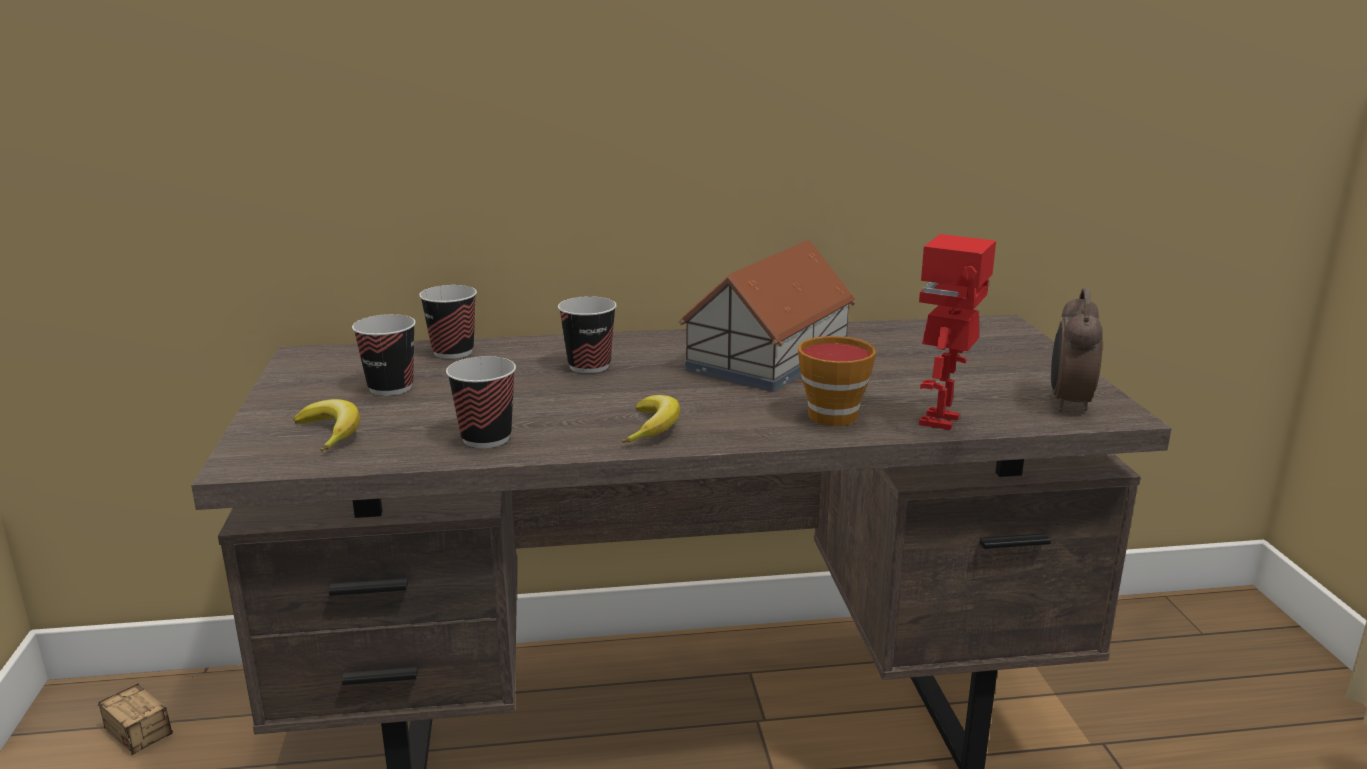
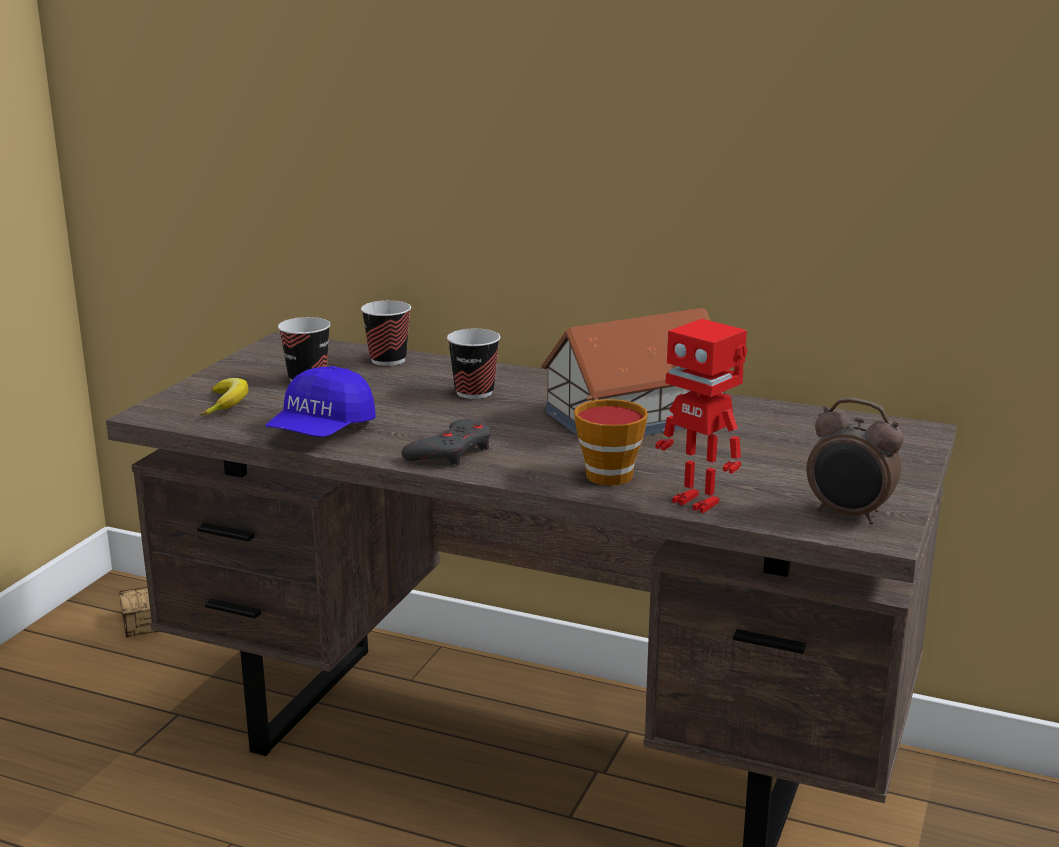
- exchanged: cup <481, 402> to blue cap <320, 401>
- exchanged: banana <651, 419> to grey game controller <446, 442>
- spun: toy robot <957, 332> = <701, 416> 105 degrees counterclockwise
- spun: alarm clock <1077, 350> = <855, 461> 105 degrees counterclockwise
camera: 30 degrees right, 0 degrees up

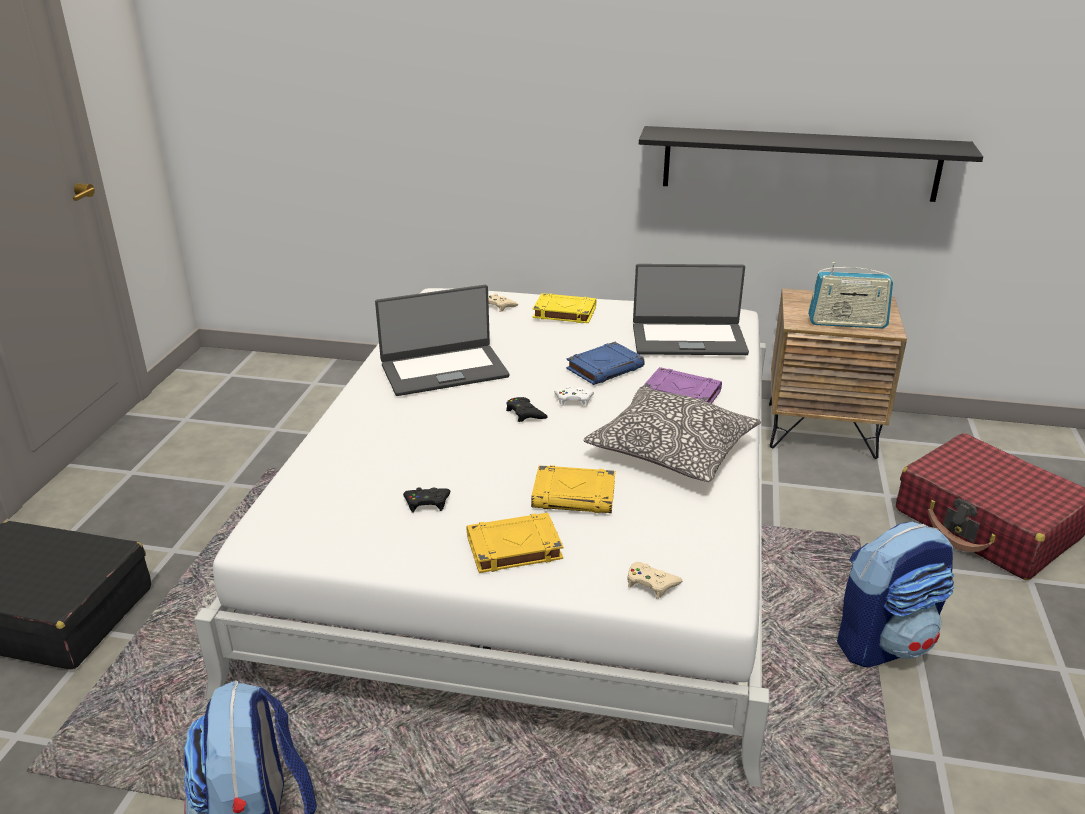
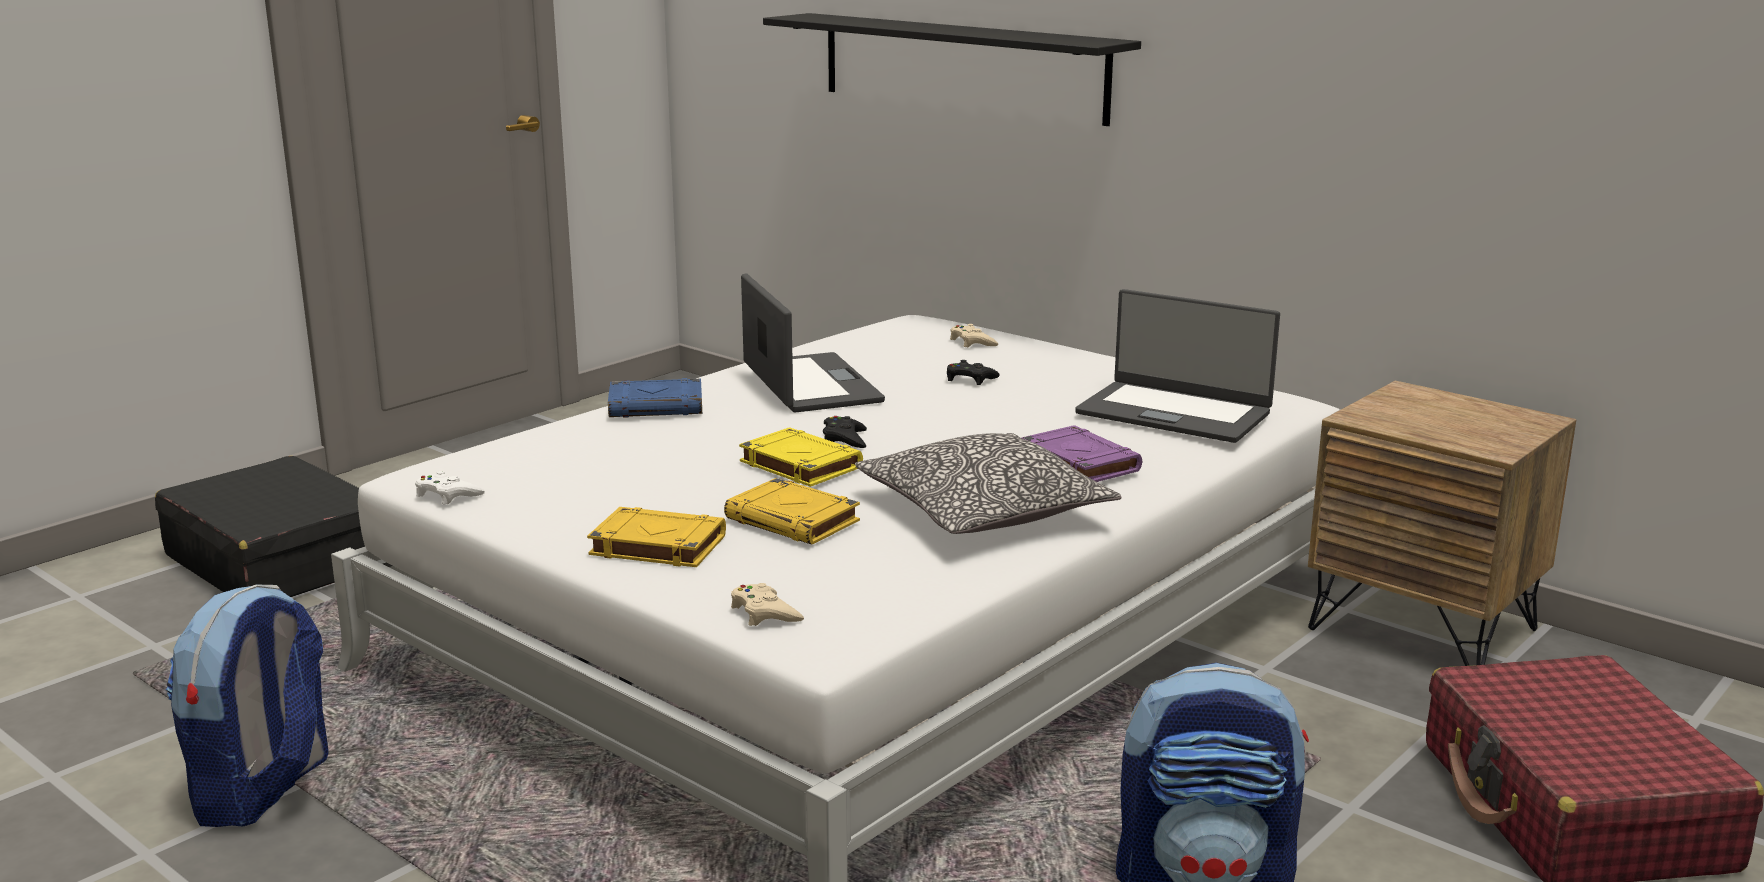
- missing: radio <850, 295>
- relocated: black game controller <426, 500> to <973, 372>
- relocated: yellow book <564, 308> to <801, 457>
- relocated: white game controller <574, 396> to <450, 487>
- relocated: blue book <605, 363> to <655, 398>
- relocated: black shelf <811, 164> to <952, 69>
- spun: laptop <442, 340> = <813, 343> 120 degrees counterclockwise
camera: 30 degrees right, 10 degrees down

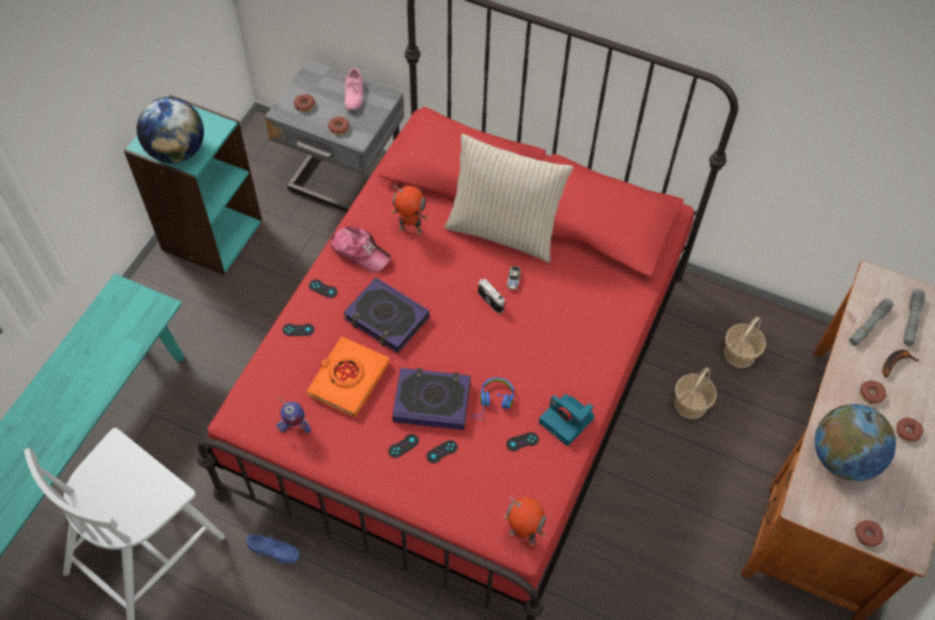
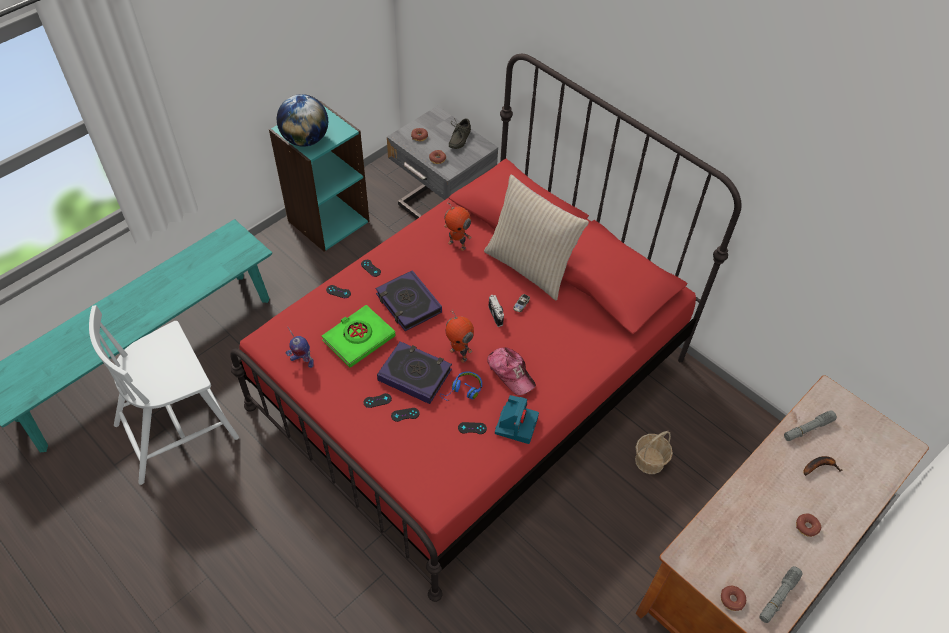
- missing: blue shoe <273, 548>
- missing: basket <744, 342>
- missing: globe <855, 442>
- missing: donut <873, 392>
- relocated: cap <360, 249> to <511, 371>
- relocated: toy robot <525, 520> to <460, 336>
- relocated: grey flashlight <914, 317> to <781, 594>
- colour: orange book <348, 377> to green book <358, 336>
- colour: pink shoe <351, 89> to grey shoe <460, 133>
- spun: photo camera <566, 420> = <517, 419> 135 degrees counterclockwise
camera: 20 degrees right, 5 degrees down

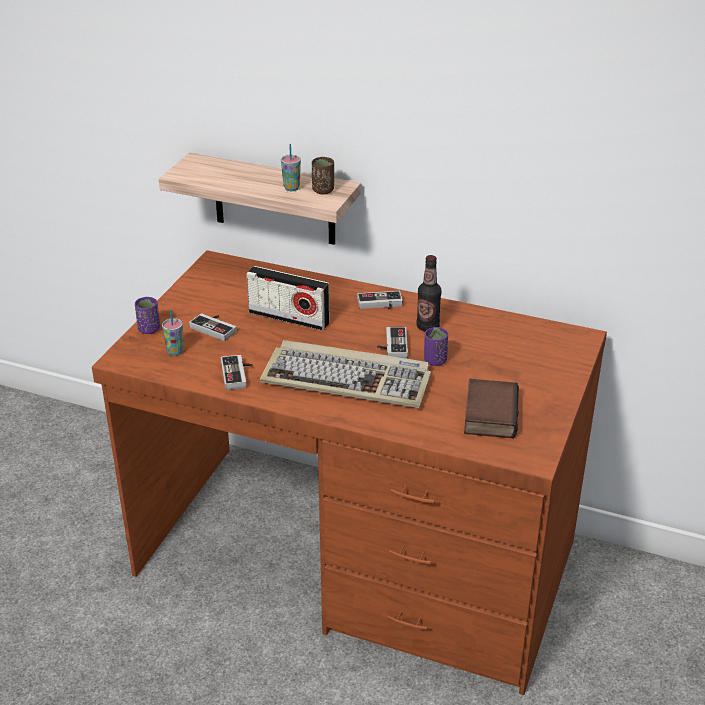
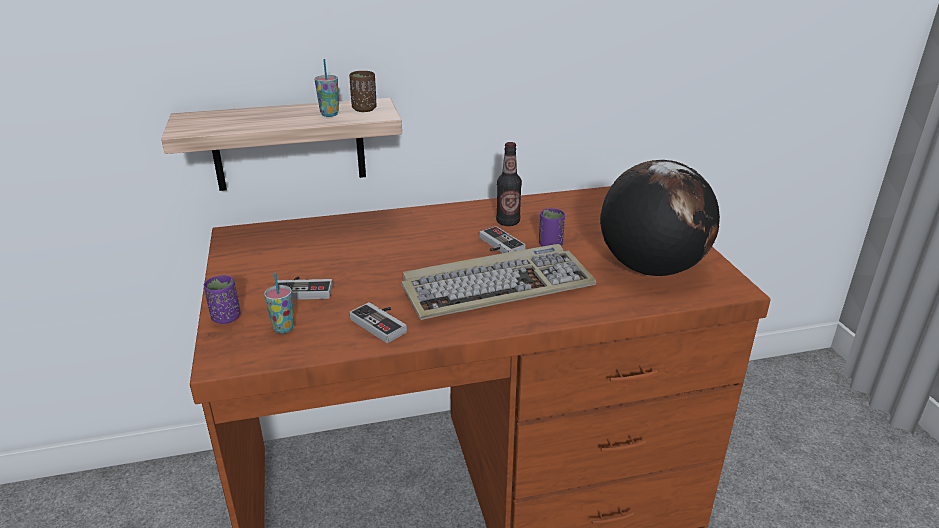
- missing: radio <288, 298>
- missing: game controller <380, 300>
- exchanged: book <491, 408> to globe <660, 218>
camera: 35 degrees left, 5 degrees down

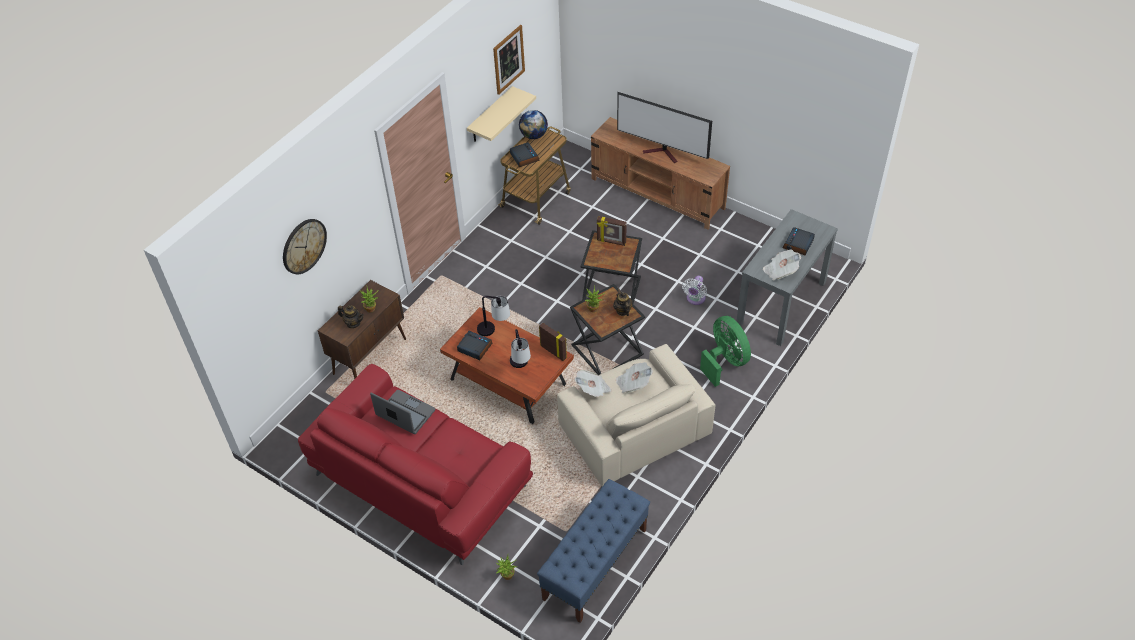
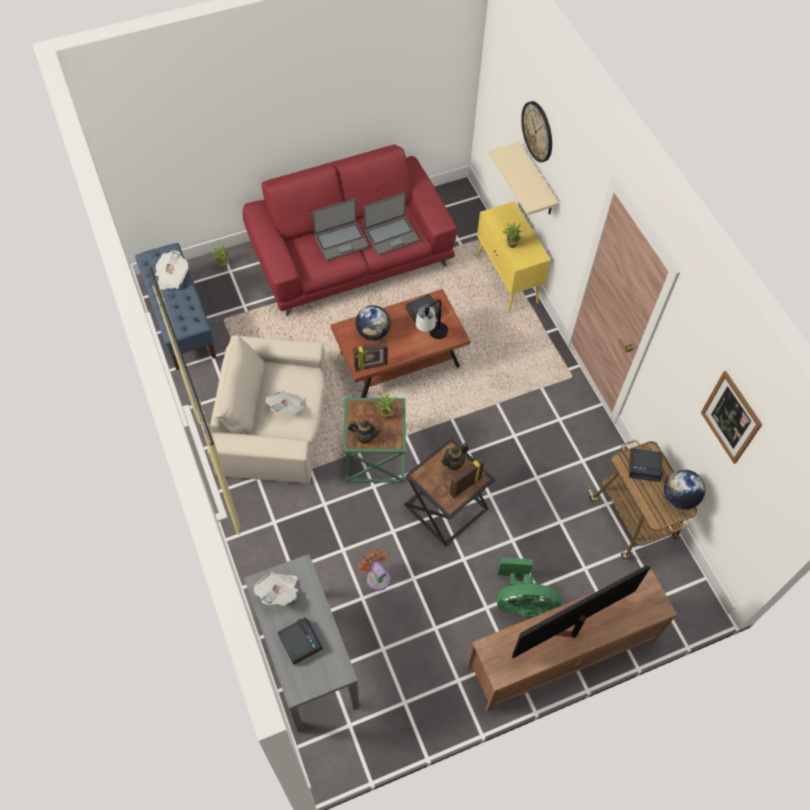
- appeared: laptop <340, 229>
- relocated: teapot <351, 316> to <455, 456>
- relocated: beige shelf <501, 114> to <524, 178>
- relocated: newspaper <593, 383> to <171, 270>
- relocated: green fan <725, 351> to <529, 587>
- exchanged: table lamp <520, 348> to globe <373, 323>
- colour: brown cabinet <362, 329> to yellow cabinet <514, 257>
- colour: black side table <607, 329> to green side table <374, 440>
- colour: white fan <694, 290> to orange fan <374, 570>
camera: 120 degrees right, 10 degrees up

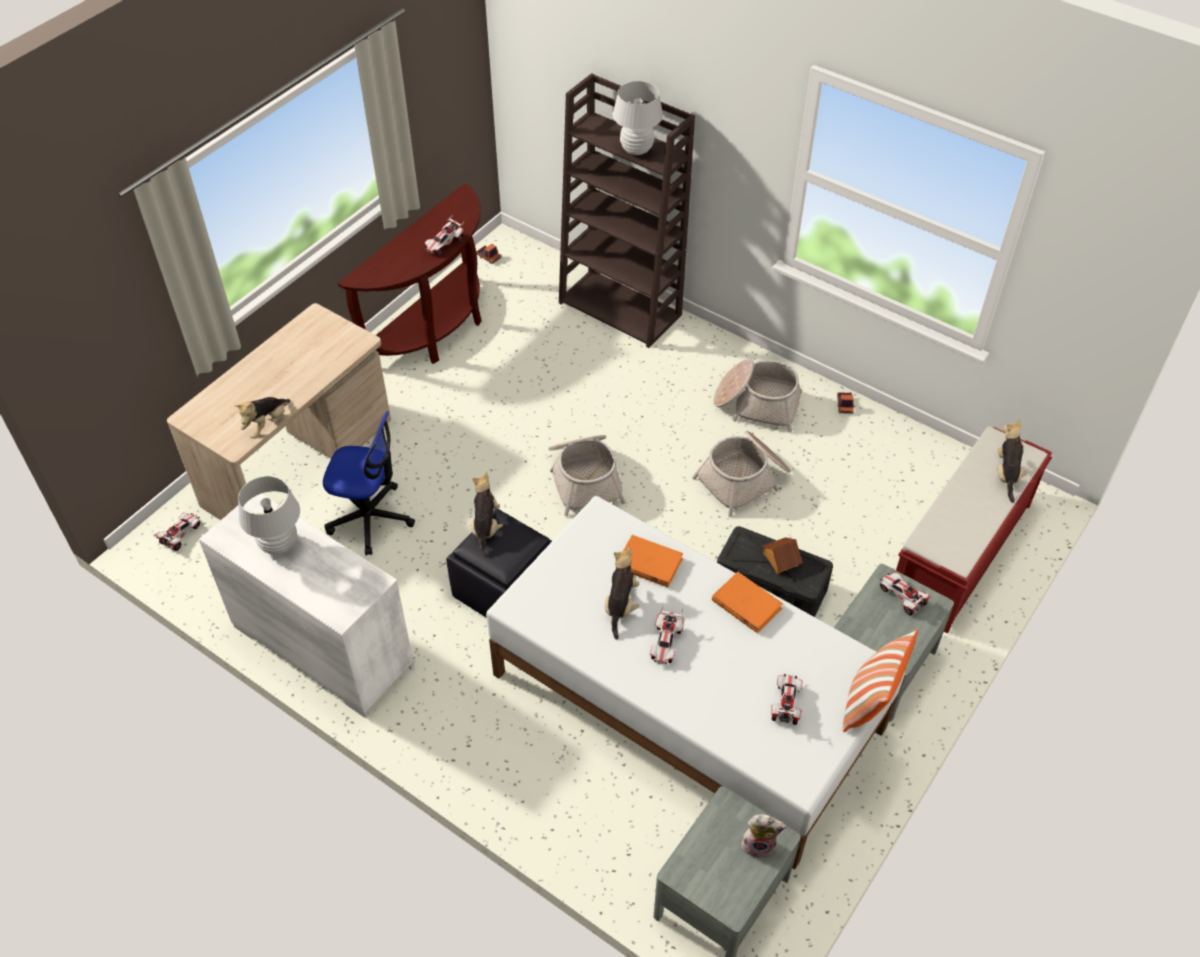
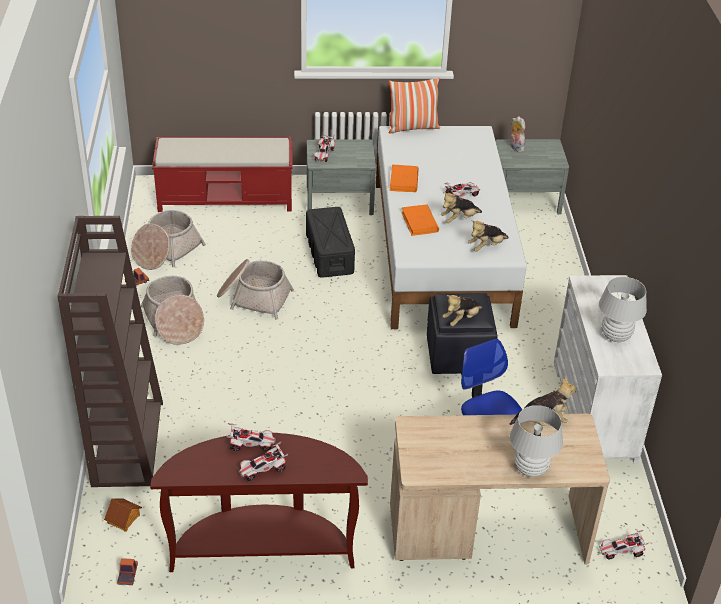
- relocated: basket <587, 475> to <168, 240>
- relocated: white table lamp <638, 118> to <536, 441>
- relocated: toy house <782, 555> to <123, 514>
- relocated: toy car <787, 699> to <263, 461>
- relocated: plush toy <1012, 461> to <488, 236>
camera: 130 degrees left, 10 degrees down

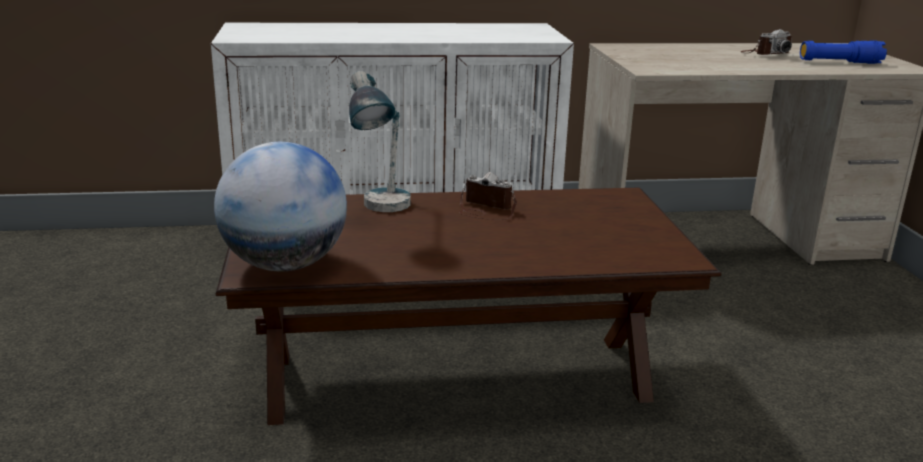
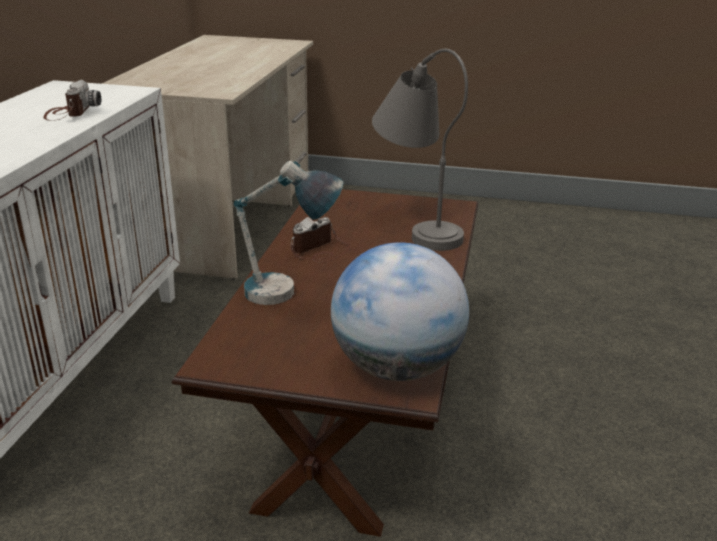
- missing: blue flashlight <843, 52>
- appeared: grey table lamp <420, 150>
- relocated: photo camera <766, 42> to <72, 100>
camera: 70 degrees left, 5 degrees up

